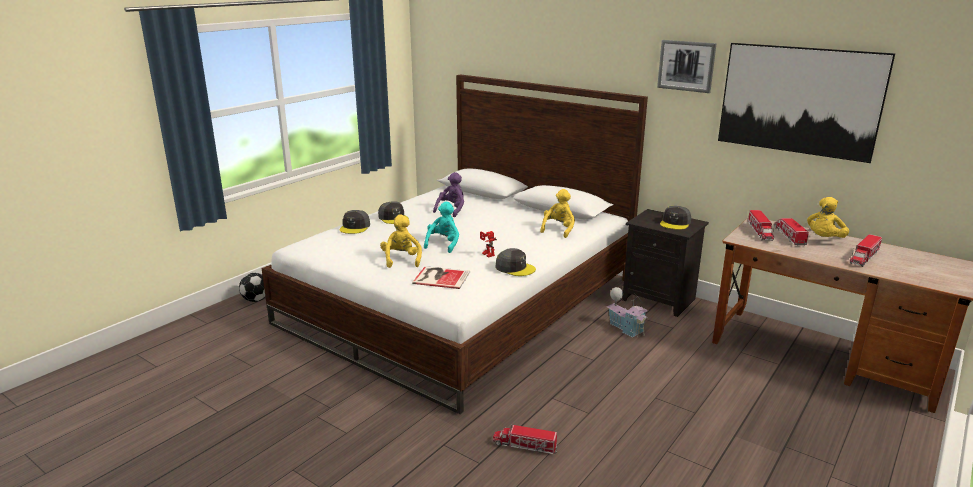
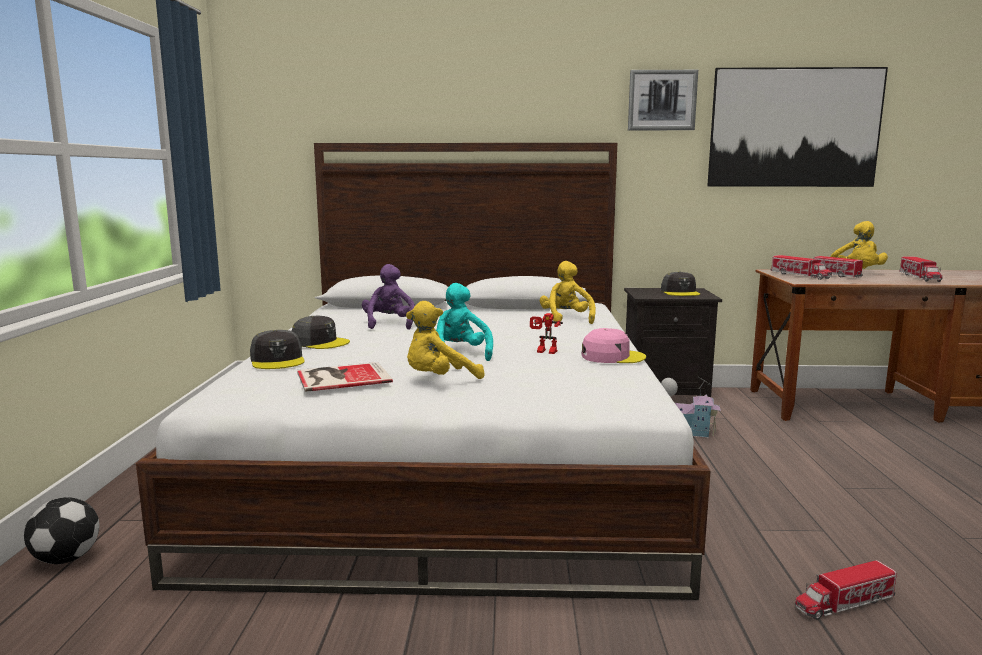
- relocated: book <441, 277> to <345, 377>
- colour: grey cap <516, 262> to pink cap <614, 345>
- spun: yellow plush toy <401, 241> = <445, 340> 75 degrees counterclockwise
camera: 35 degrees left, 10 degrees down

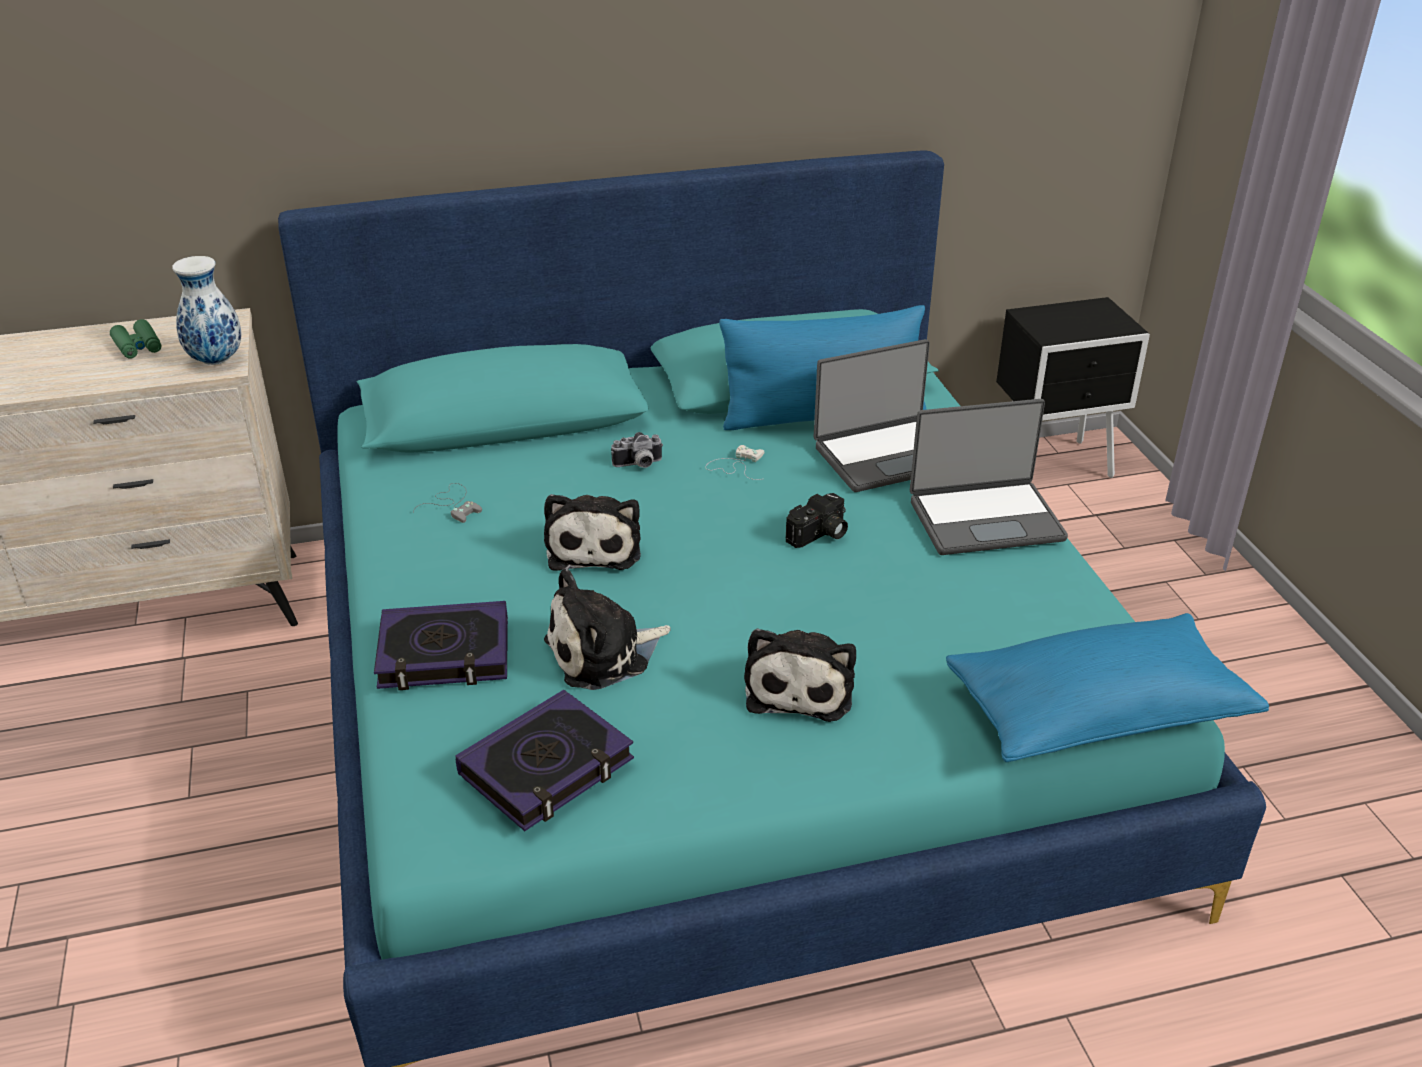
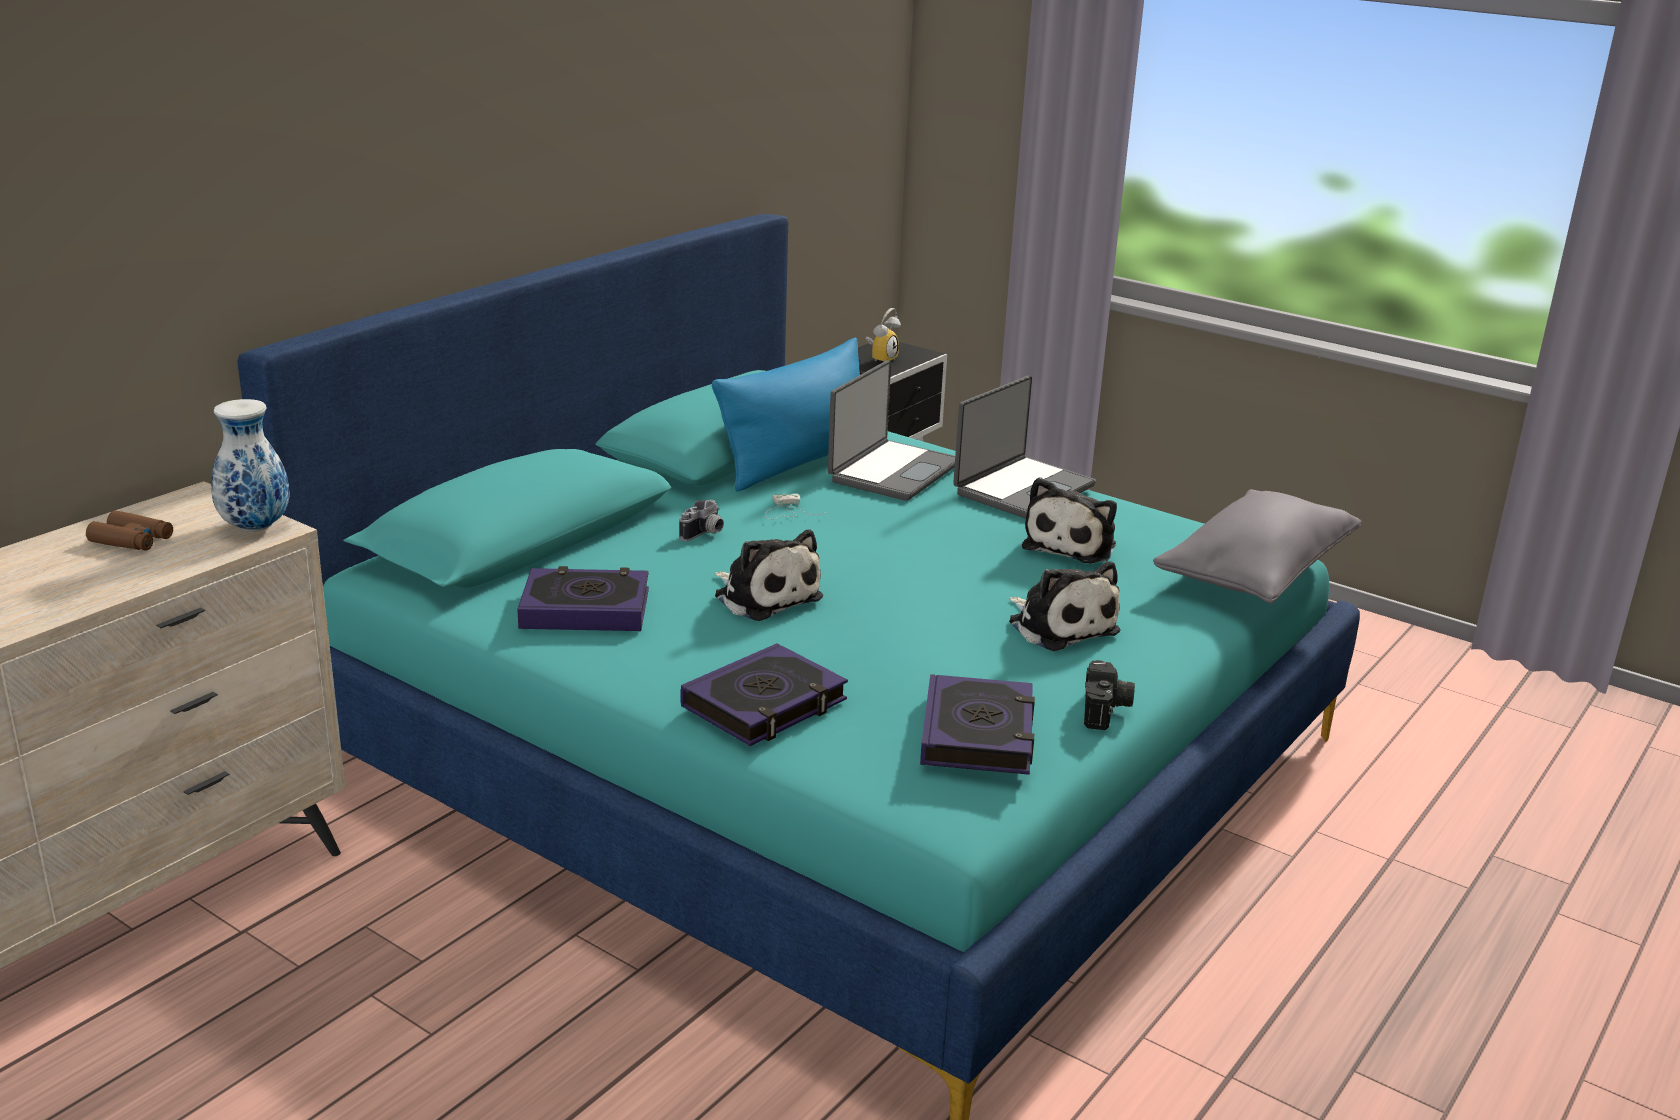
- appeared: alarm clock <883, 335>
- relocated: plush toy <607, 629> to <1069, 520>
- relocated: photo camera <817, 520> to <1109, 695>
- exchanged: grey game controller <447, 503> to book <583, 598>
- colour: green binoculars <136, 339> to brown binoculars <129, 530>
- colour: blue pillow <1107, 687> to grey pillow <1257, 546>
camera: 40 degrees left, 10 degrees down

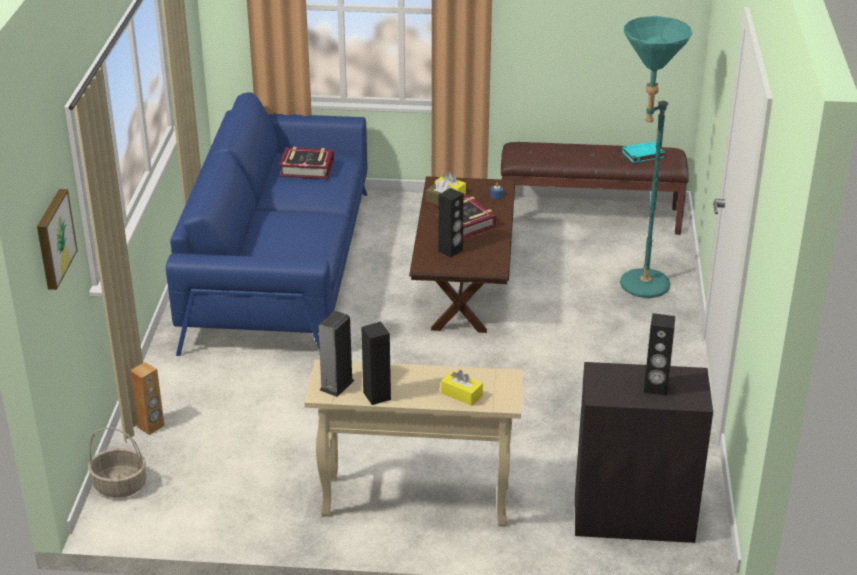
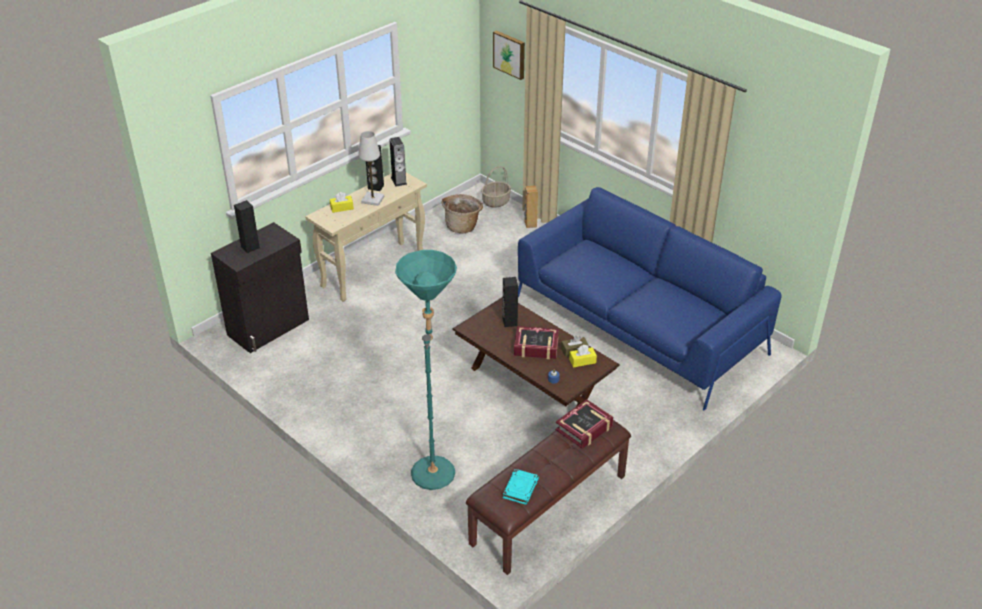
- appeared: white table lamp <371, 168>
- appeared: basket <462, 213>
- relocated: book <306, 163> to <584, 424>
camera: 130 degrees right, 5 degrees up

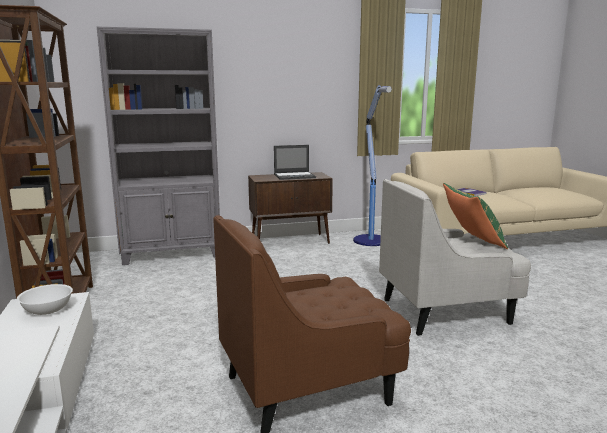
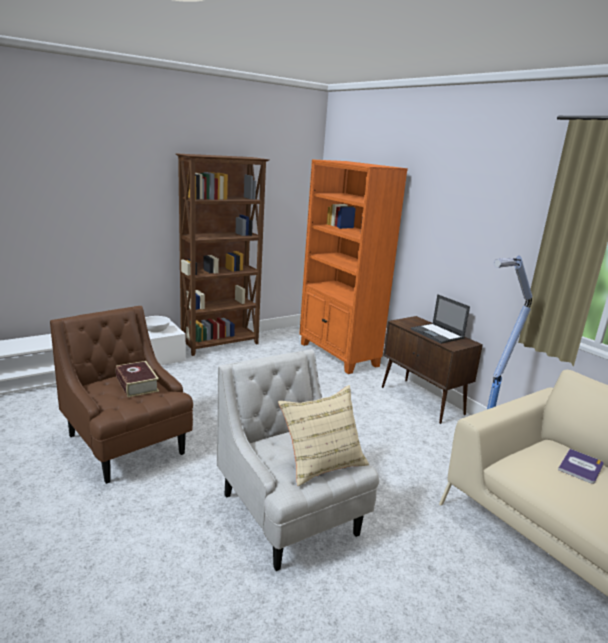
- appeared: book <137, 379>
- colour: grey bookcase <158, 146> to orange bookcase <353, 266>
- colour: green pillow <475, 216> to beige pillow <323, 435>
camera: 70 degrees right, 5 degrees up

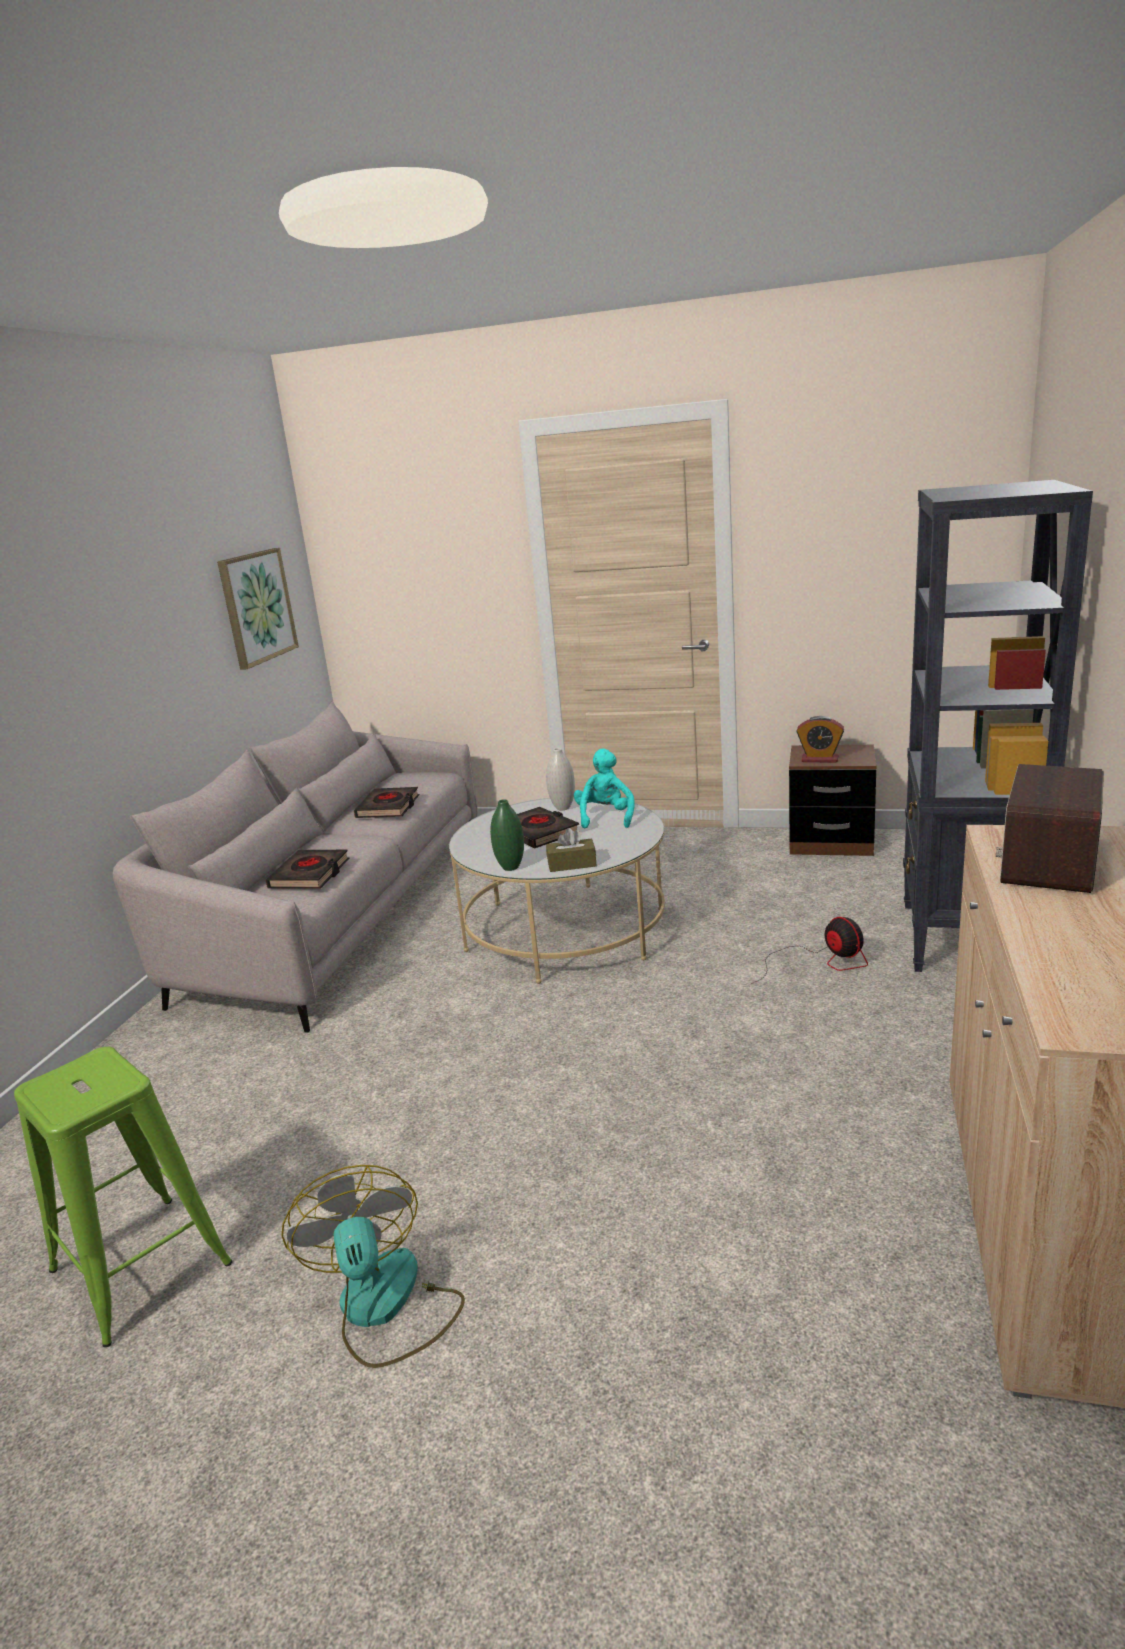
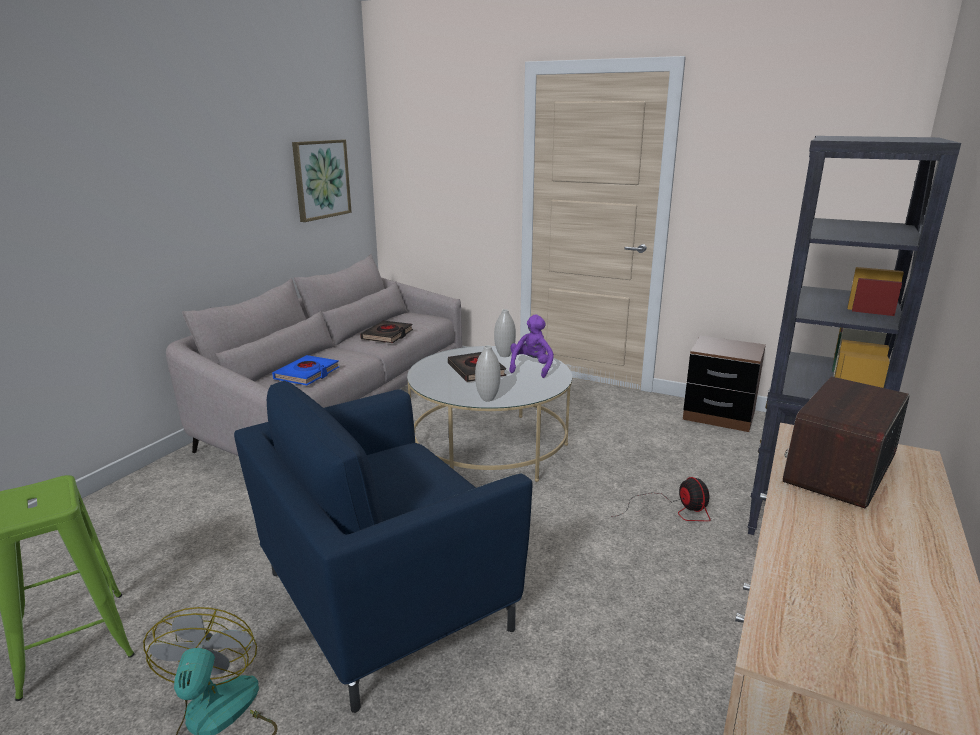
- missing: green vase <507, 835>
- missing: alarm clock <820, 739>
- appeared: blue armchair <383, 546>
- exchanged: brown tissue box <571, 850> to white vase <488, 373>
- colour: black book <307, 869> to blue book <305, 370>
- colour: turquoise plush toy <604, 788> to purple plush toy <531, 346>
camera: 10 degrees right, 0 degrees up

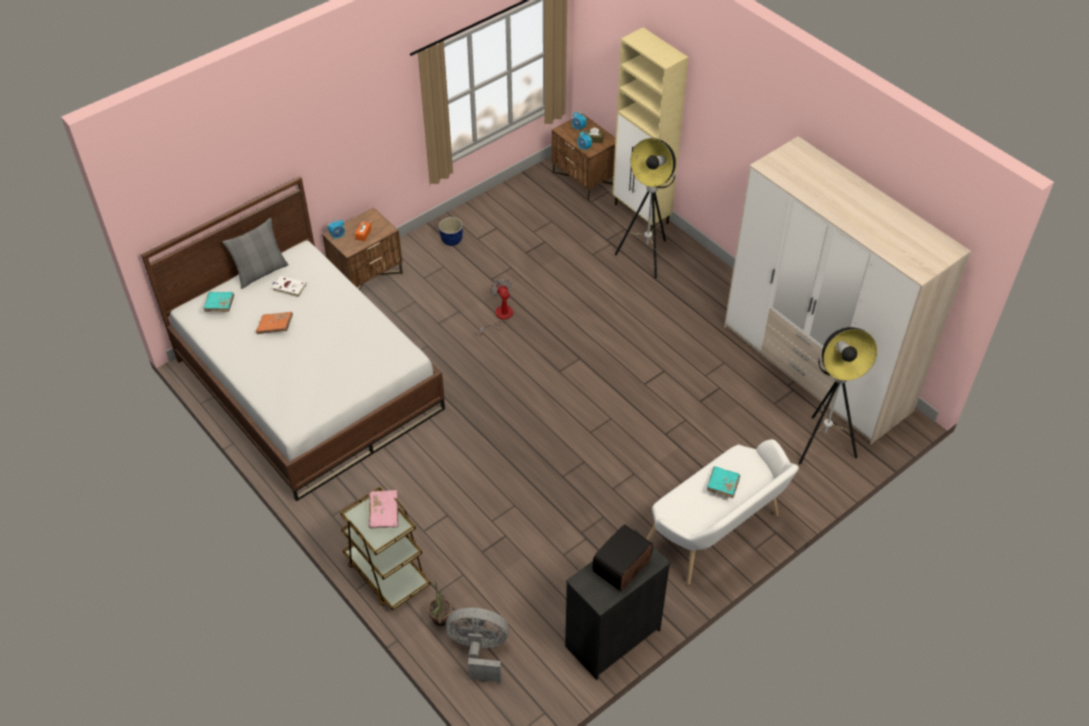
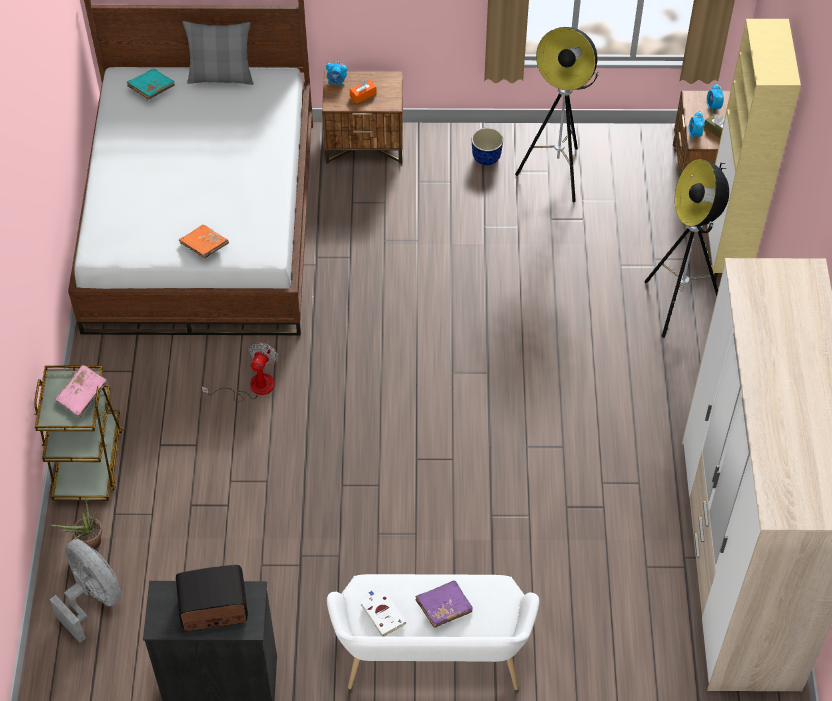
- relocated: orange book <274, 323> to <204, 241>
- relocated: white book <289, 287> to <383, 613>
- relocated: fan <496, 307> to <239, 372>
- relocated: floor lamp <838, 395> to <557, 115>
- colour: turquoise book <723, 482> to purple book <444, 604>
camera: 40 degrees right, 5 degrees up

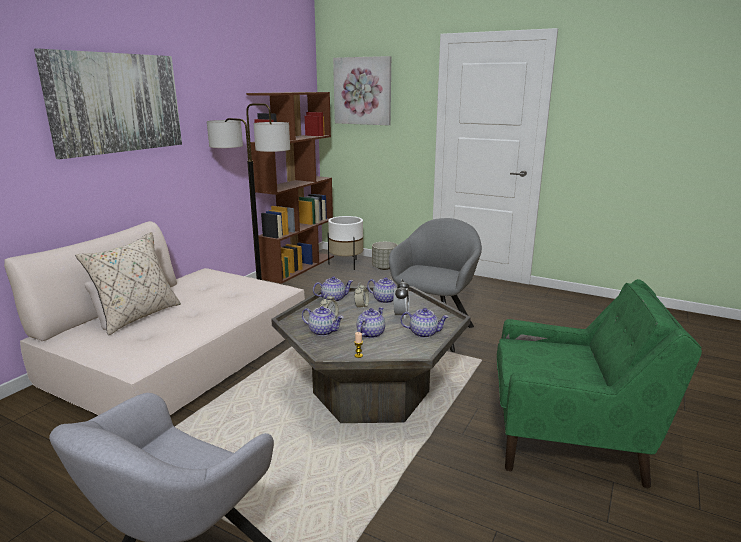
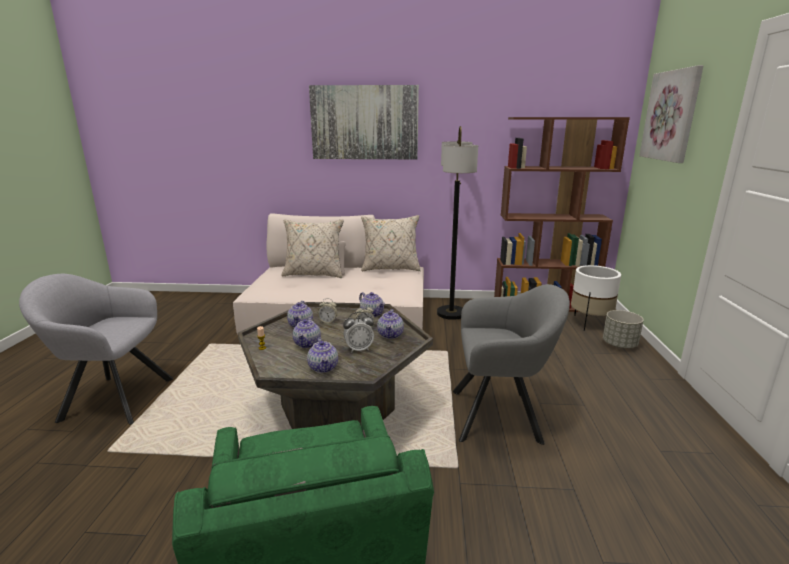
- appeared: beige pillow <391, 243>
- spun: teapot <371, 323> = <307, 332> 90 degrees clockwise
camera: 65 degrees right, 0 degrees up

